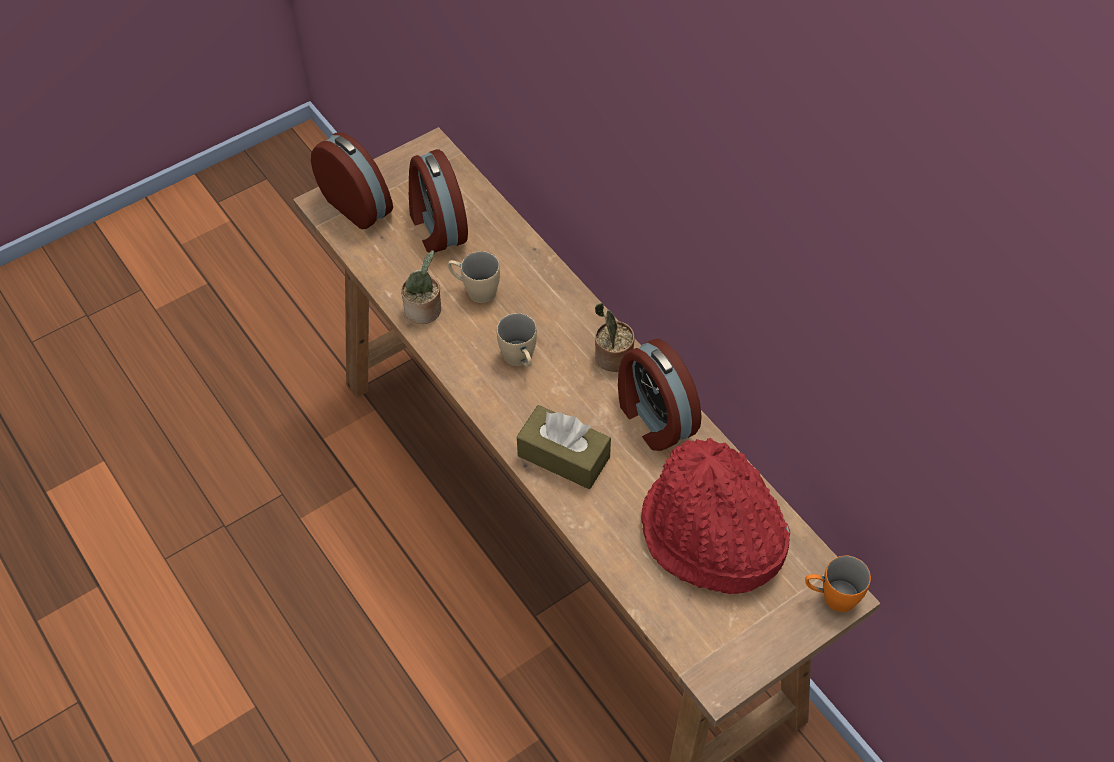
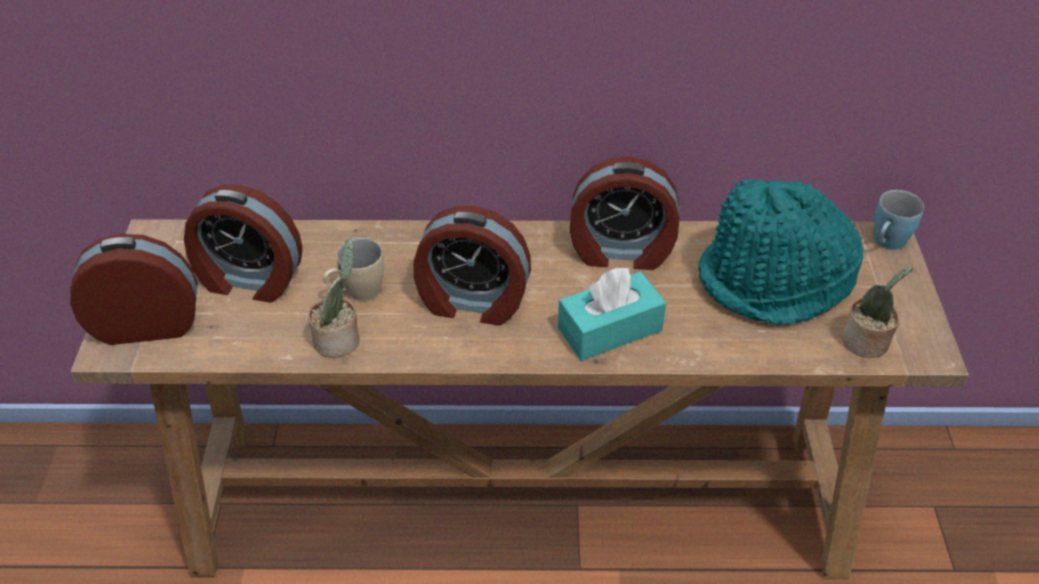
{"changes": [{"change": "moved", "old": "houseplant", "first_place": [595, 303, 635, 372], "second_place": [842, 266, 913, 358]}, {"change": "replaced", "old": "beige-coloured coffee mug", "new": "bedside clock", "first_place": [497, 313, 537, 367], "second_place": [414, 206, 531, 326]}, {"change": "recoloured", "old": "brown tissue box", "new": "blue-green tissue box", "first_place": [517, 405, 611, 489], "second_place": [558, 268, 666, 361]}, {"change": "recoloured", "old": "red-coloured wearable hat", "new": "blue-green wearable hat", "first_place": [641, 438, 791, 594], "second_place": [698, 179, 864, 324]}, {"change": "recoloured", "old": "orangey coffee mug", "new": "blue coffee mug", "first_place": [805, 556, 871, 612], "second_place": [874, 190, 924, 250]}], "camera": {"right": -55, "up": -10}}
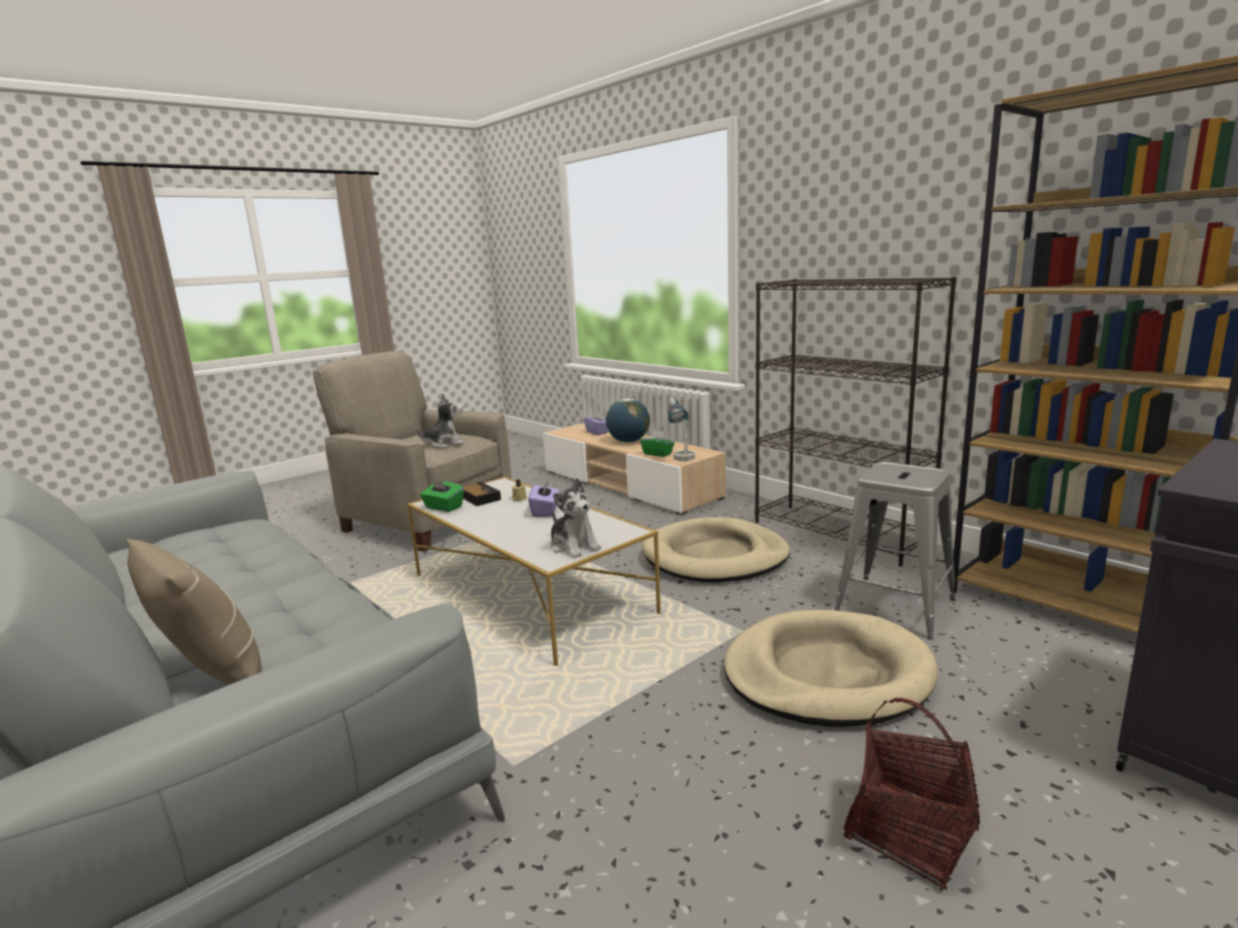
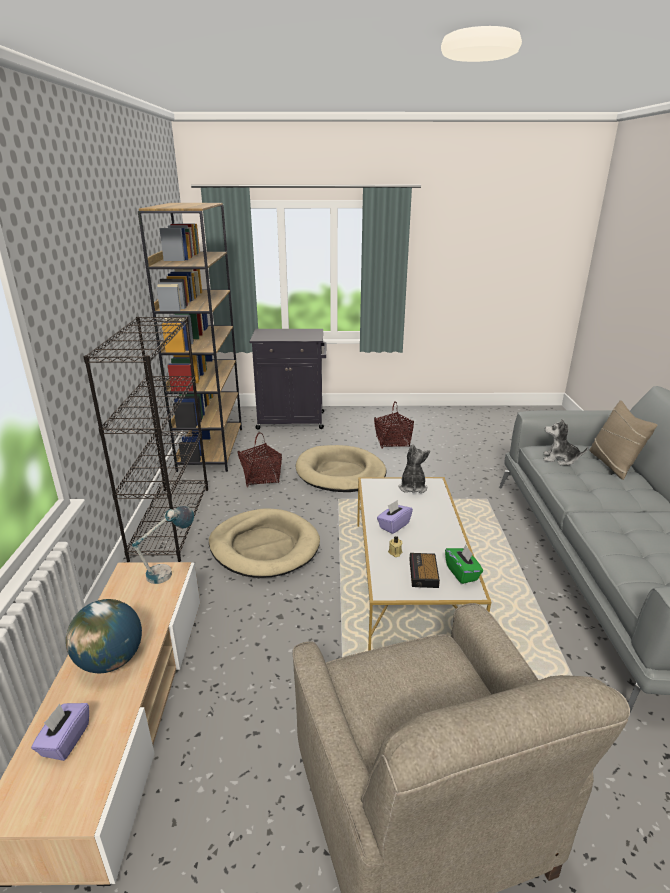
{"changes": [{"change": "removed", "old": "green tissue box", "first_place": [640, 430, 675, 457]}, {"change": "moved", "old": "soft toy", "first_place": [415, 394, 464, 448], "second_place": [544, 419, 588, 465]}, {"change": "replaced", "old": "greyish sitting stool", "new": "household basket", "first_place": [835, 462, 956, 640], "second_place": [238, 432, 282, 488]}], "camera": {"right": -140, "up": 10}}
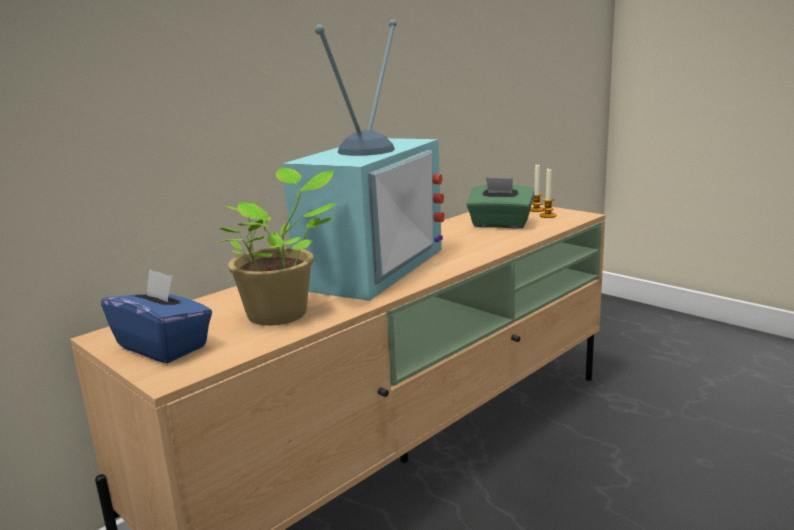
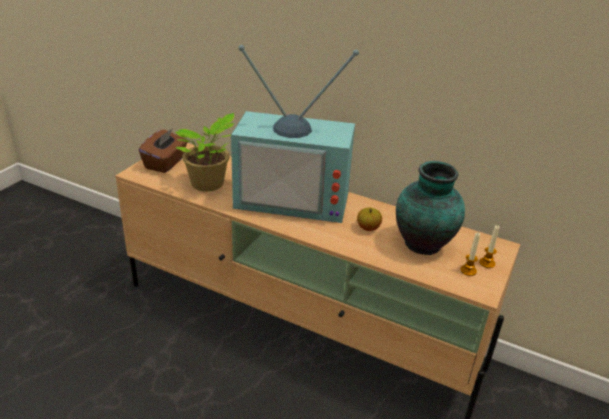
{"changes": [{"change": "added", "new": "apple", "second_place": [357, 208, 382, 231]}, {"change": "replaced", "old": "green tissue box", "new": "flower vase", "first_place": [467, 177, 535, 228], "second_place": [396, 161, 465, 255]}, {"change": "recoloured", "old": "blue tissue box", "new": "brown tissue box", "first_place": [101, 269, 212, 363], "second_place": [139, 128, 187, 173]}], "camera": {"right": 70, "up": 15}}
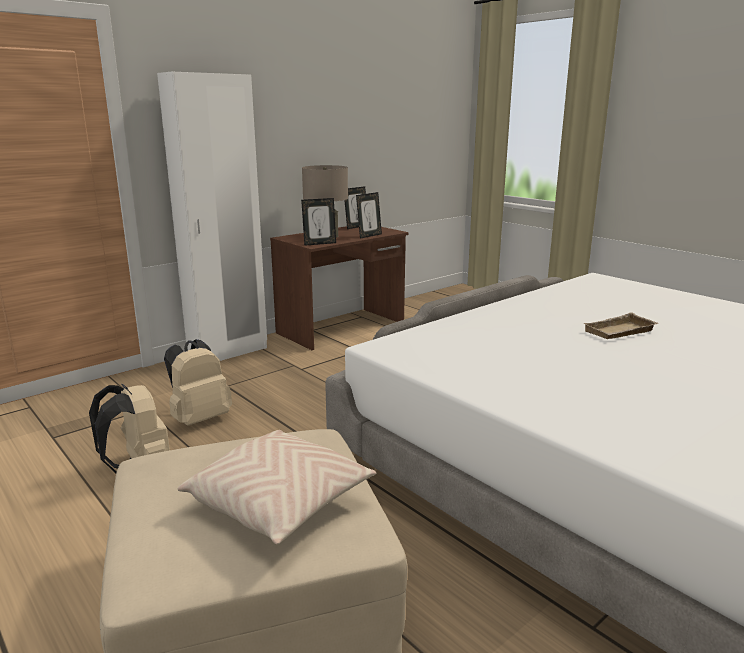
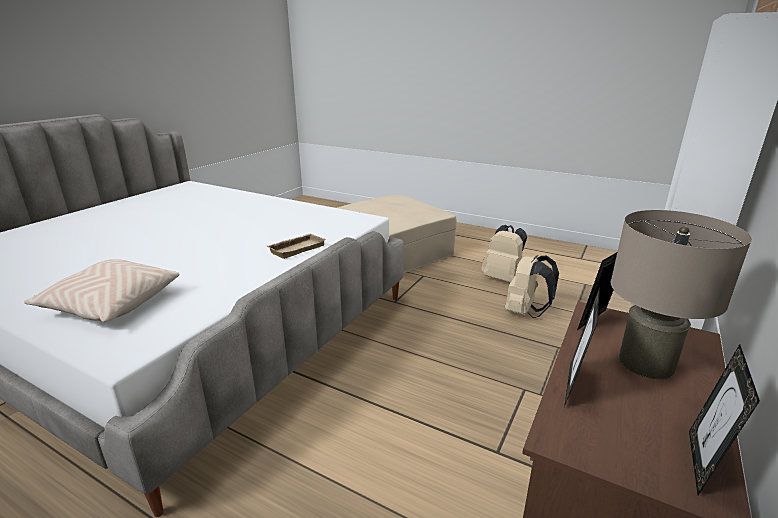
{"changes": [{"change": "moved", "old": "beige-coloured throw pillow", "first_place": [178, 430, 376, 545], "second_place": [24, 259, 180, 322]}, {"change": "moved", "old": "beige-coloured serving tray", "first_place": [583, 312, 658, 339], "second_place": [267, 234, 326, 259]}], "camera": {"right": 160, "up": 5}}
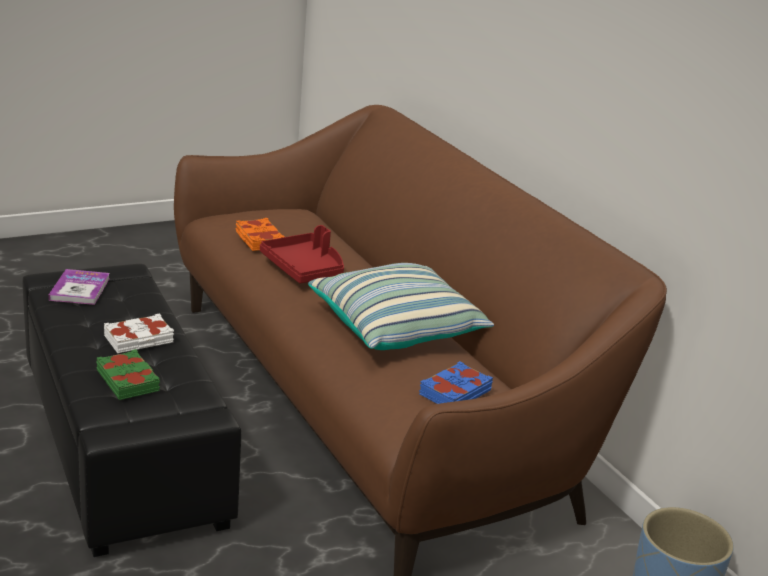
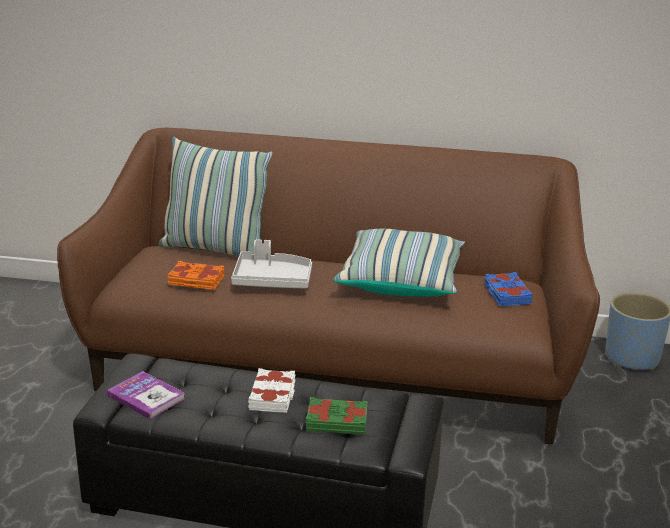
{"changes": [{"change": "added", "new": "throw pillow", "second_place": [158, 137, 273, 256]}, {"change": "recoloured", "old": "red-coloured serving tray", "new": "greyish serving tray", "first_place": [260, 225, 344, 284], "second_place": [231, 239, 312, 289]}], "camera": {"right": -50, "up": 0}}
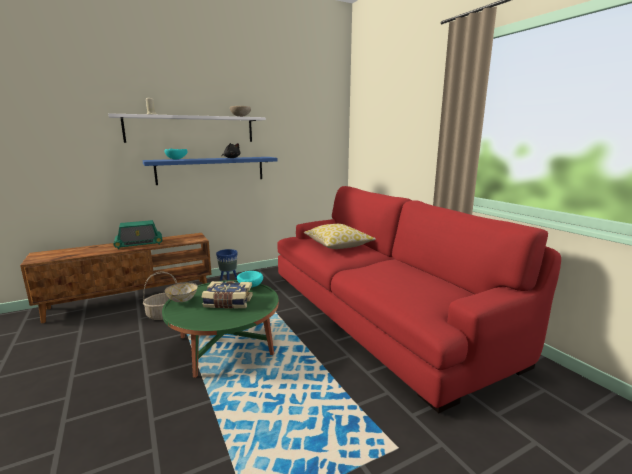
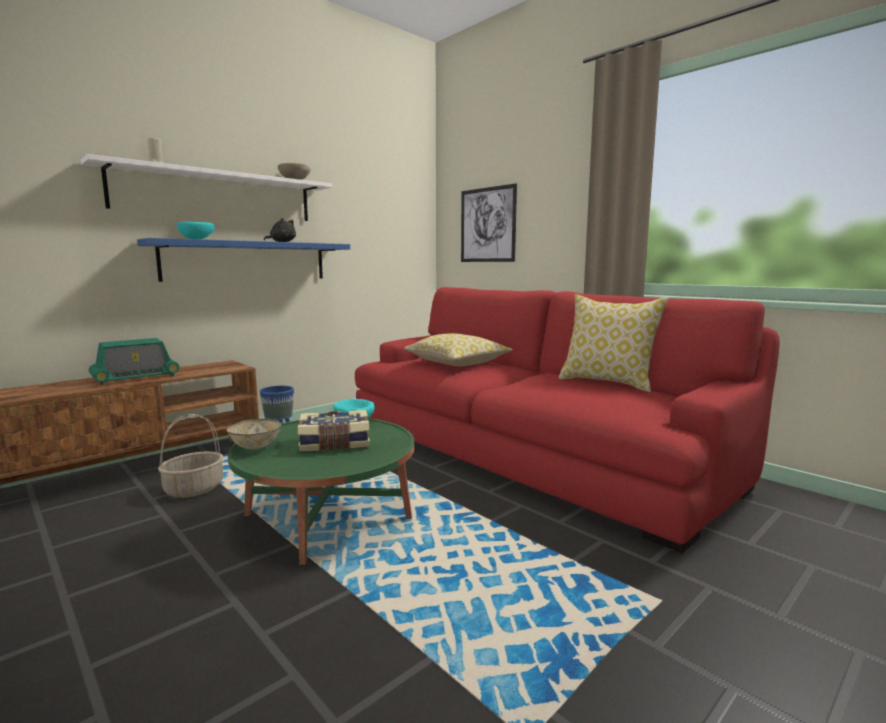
{"changes": [{"change": "added", "new": "wall picture", "second_place": [461, 183, 517, 262]}, {"change": "added", "new": "throw pillow", "second_place": [558, 294, 669, 392]}], "camera": {"right": -15, "up": -5}}
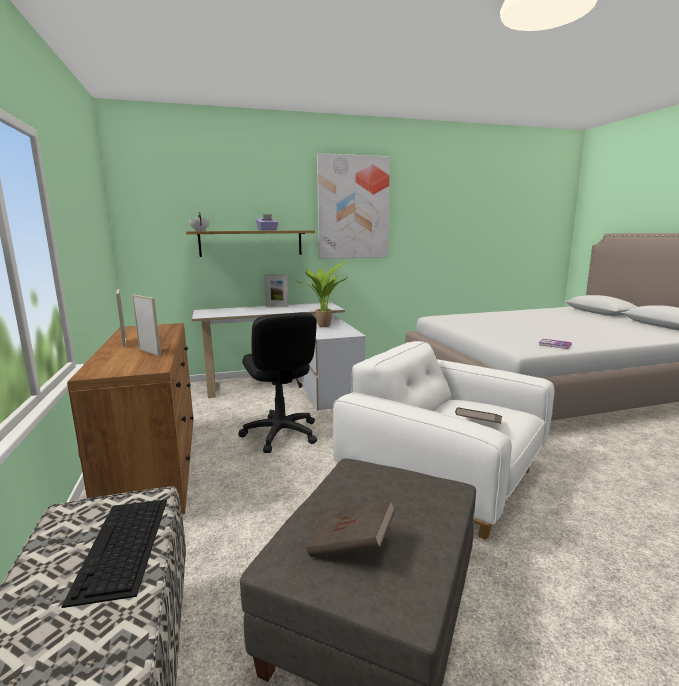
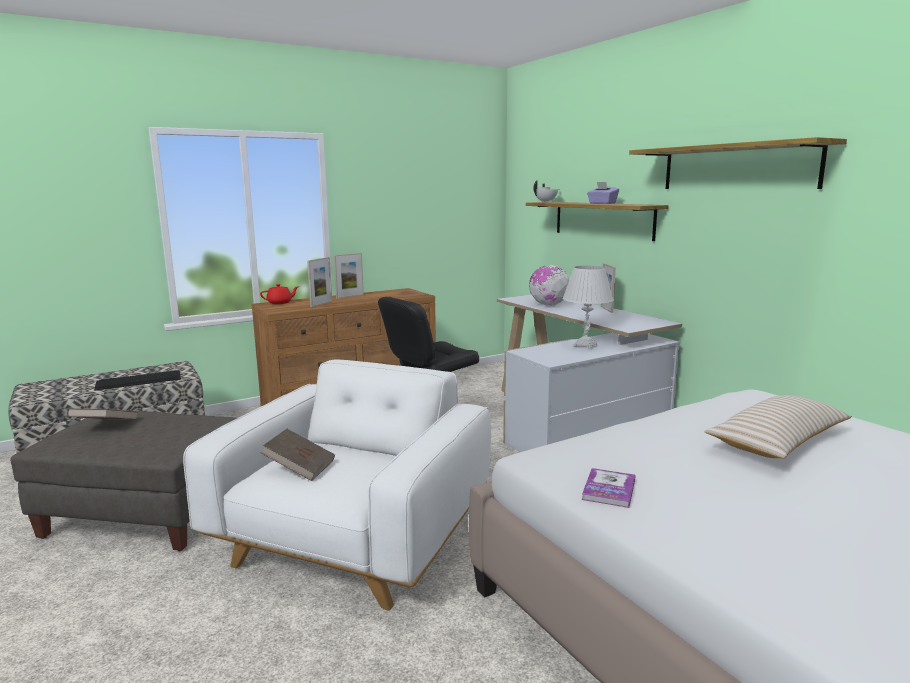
{"changes": [{"change": "added", "new": "red-coloured teapot", "second_place": [260, 284, 299, 304]}, {"change": "added", "new": "globe", "second_place": [529, 265, 569, 306]}, {"change": "added", "new": "beige-coloured throw pillow", "second_place": [704, 395, 852, 459]}, {"change": "replaced", "old": "houseplant", "new": "white table lamp", "first_place": [295, 260, 348, 327], "second_place": [563, 266, 614, 349]}, {"change": "replaced", "old": "wall picture", "new": "wall shelf", "first_place": [317, 153, 390, 259], "second_place": [629, 137, 847, 189]}], "camera": {"right": 75, "up": 0}}
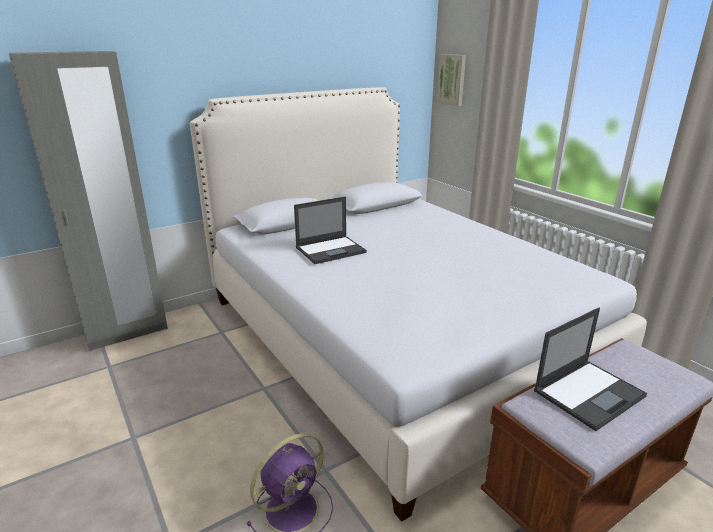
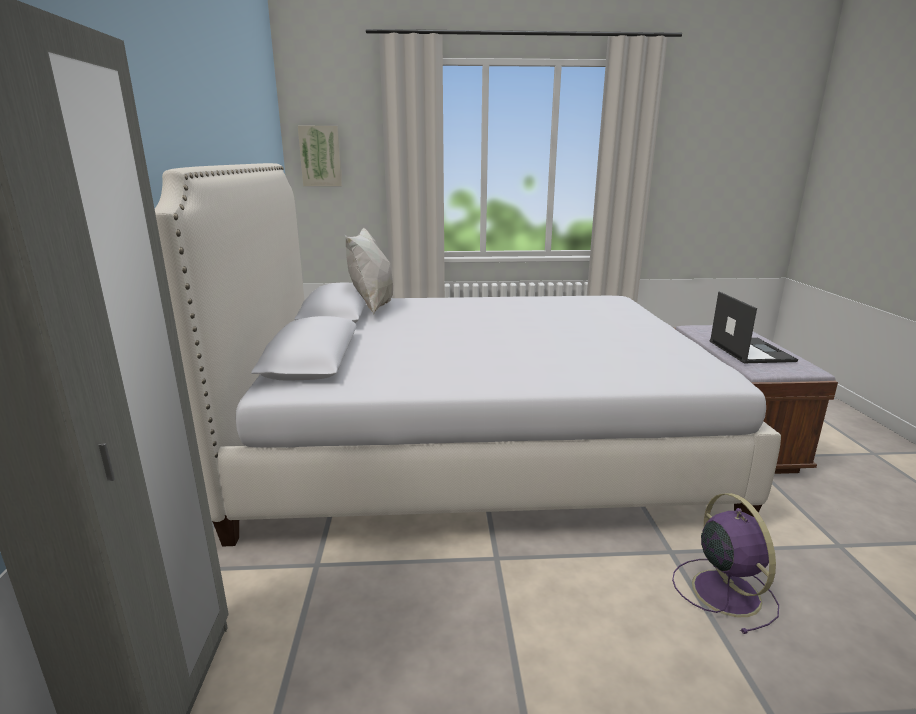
{"changes": [{"change": "removed", "old": "laptop", "first_place": [294, 196, 367, 264]}, {"change": "added", "new": "white throw pillow", "second_place": [345, 228, 393, 314]}], "camera": {"right": -60, "up": -5}}
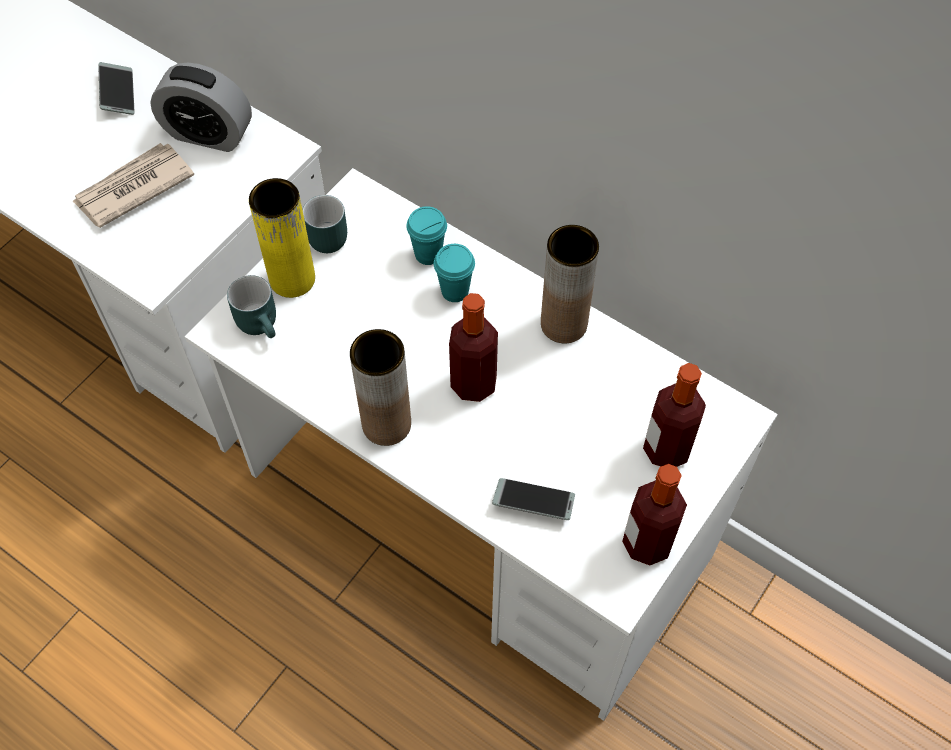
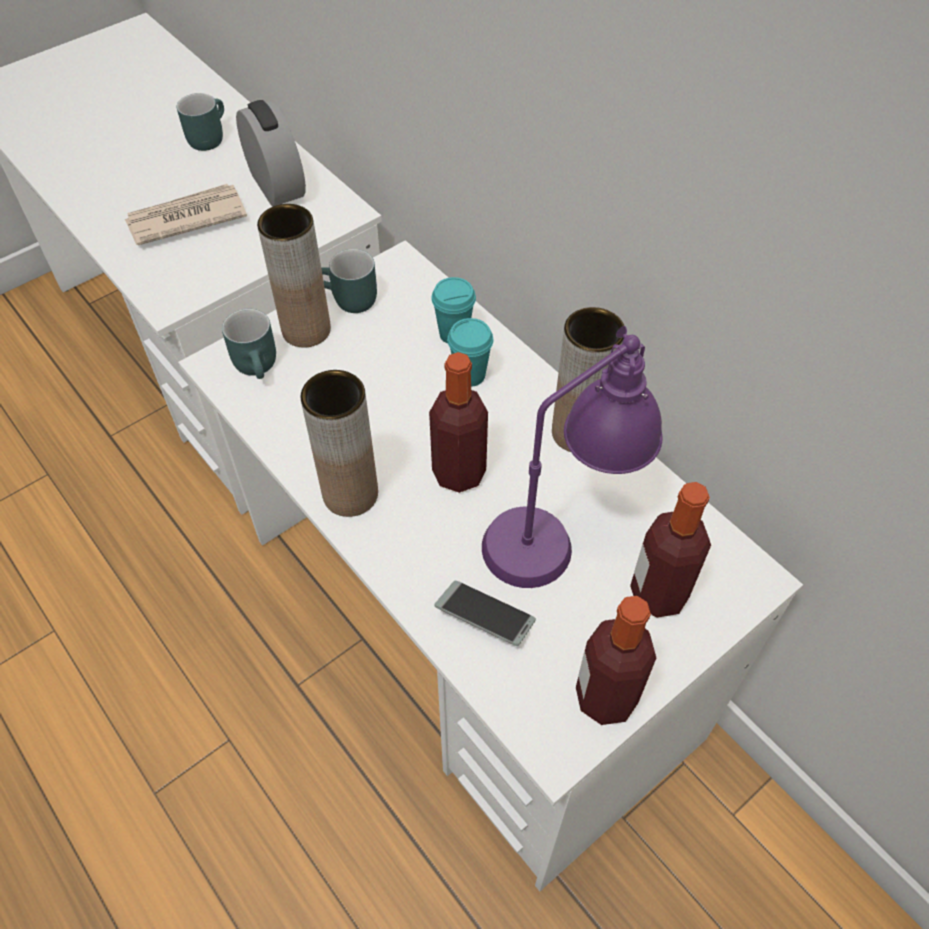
{"changes": [{"change": "added", "new": "purple table lamp", "second_place": [482, 326, 662, 588]}, {"change": "replaced", "old": "phone", "new": "blue-green coffee mug", "first_place": [98, 62, 135, 115], "second_place": [177, 93, 224, 151]}, {"change": "recoloured", "old": "yellowish flower vase", "new": "brown flower vase", "first_place": [249, 178, 315, 298], "second_place": [257, 204, 331, 348]}, {"change": "turned", "old": "bedside clock", "first_place": [150, 63, 252, 152], "second_place": [236, 100, 306, 207], "degrees": -150}], "camera": {"right": 15, "up": -5}}
